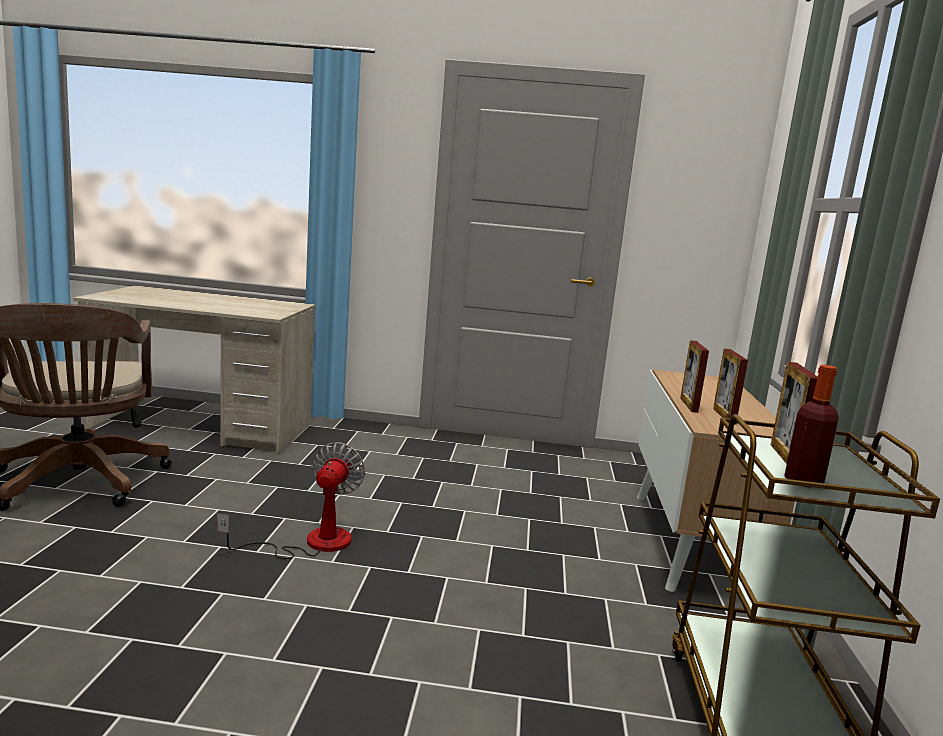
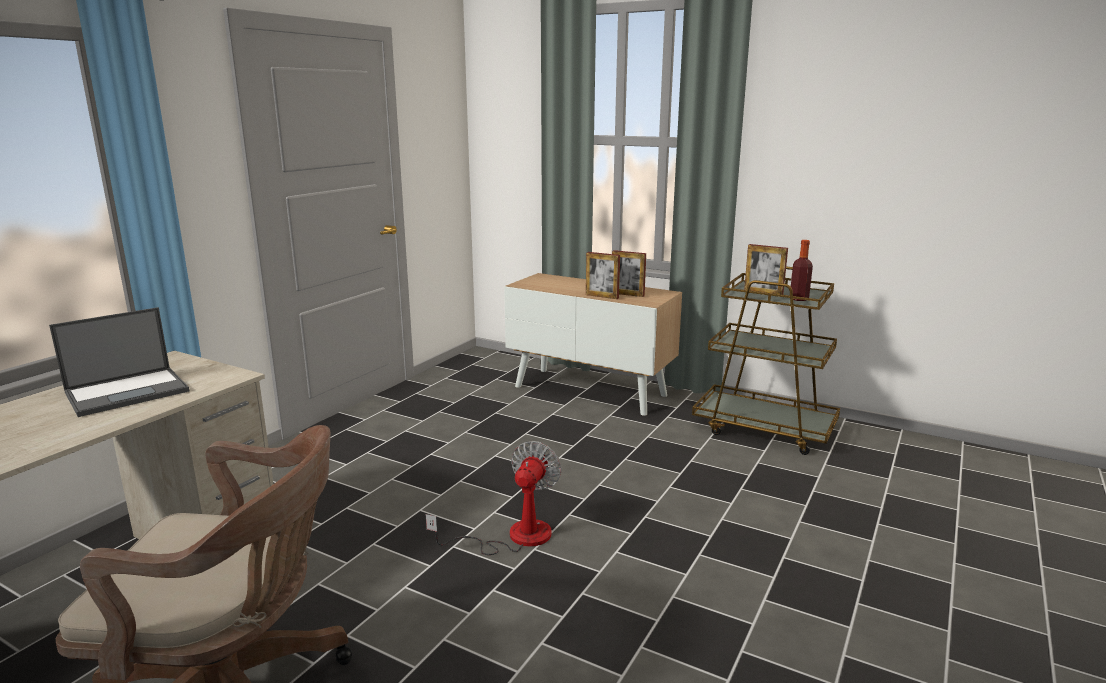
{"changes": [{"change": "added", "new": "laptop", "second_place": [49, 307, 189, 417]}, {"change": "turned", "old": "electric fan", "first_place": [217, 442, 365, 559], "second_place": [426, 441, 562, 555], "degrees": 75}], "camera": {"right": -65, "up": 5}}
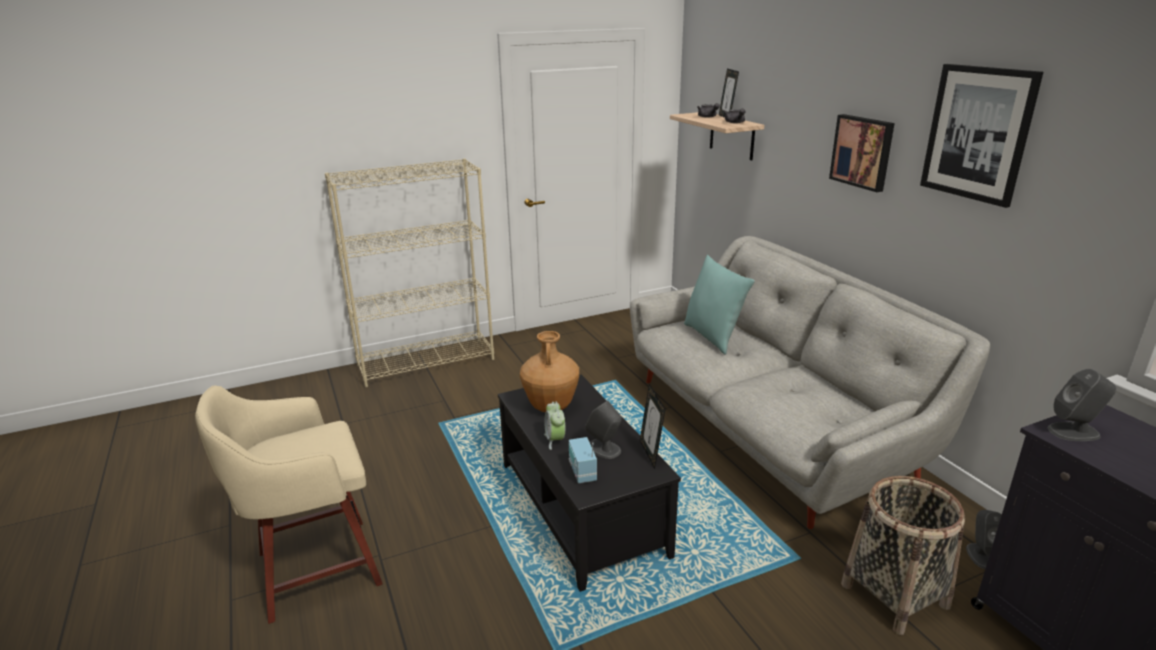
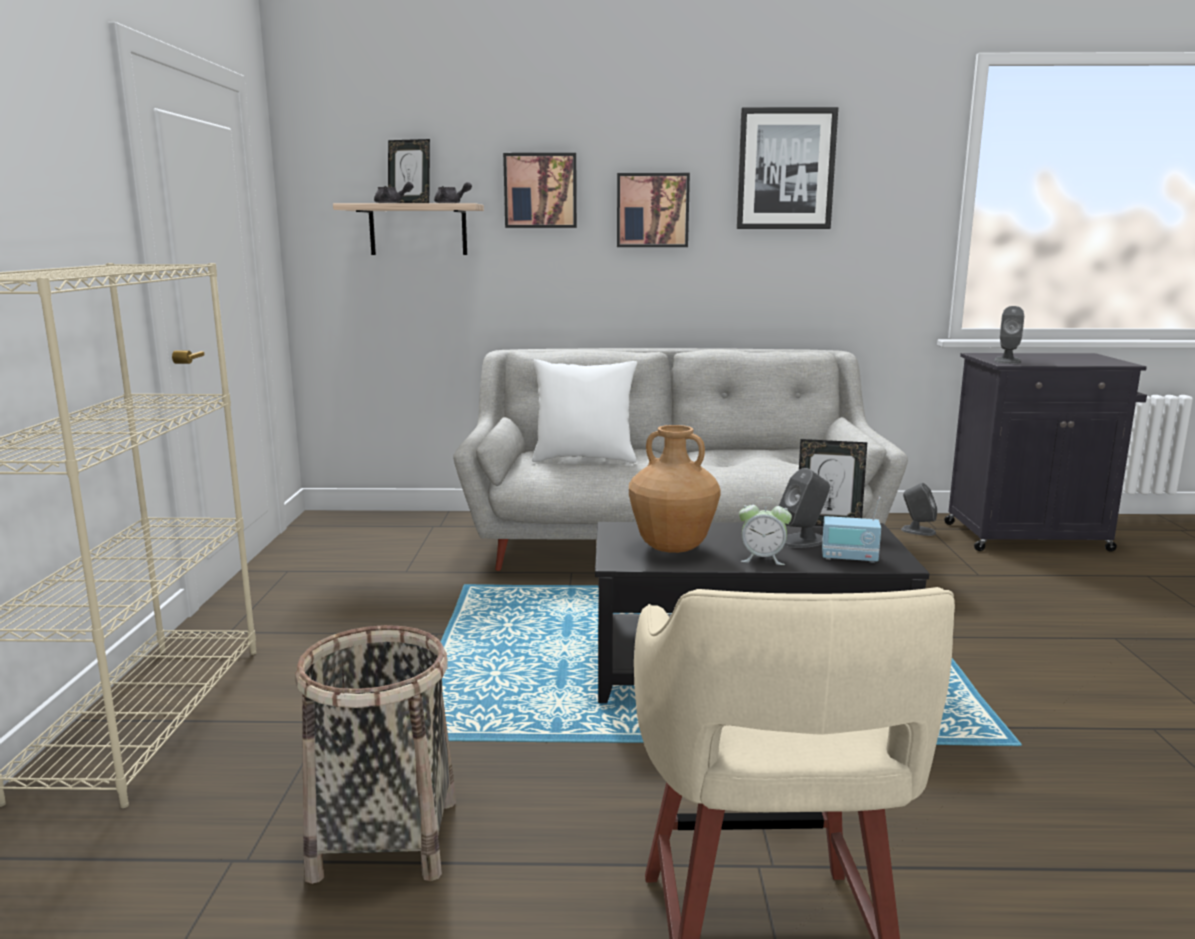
{"changes": [{"change": "added", "new": "wall picture", "second_place": [503, 153, 577, 228]}, {"change": "moved", "old": "household basket", "first_place": [841, 476, 966, 635], "second_place": [295, 625, 456, 884]}, {"change": "recoloured", "old": "blue-green throw pillow", "new": "white throw pillow", "first_place": [684, 254, 755, 355], "second_place": [532, 359, 637, 463]}], "camera": {"right": -65, "up": -10}}
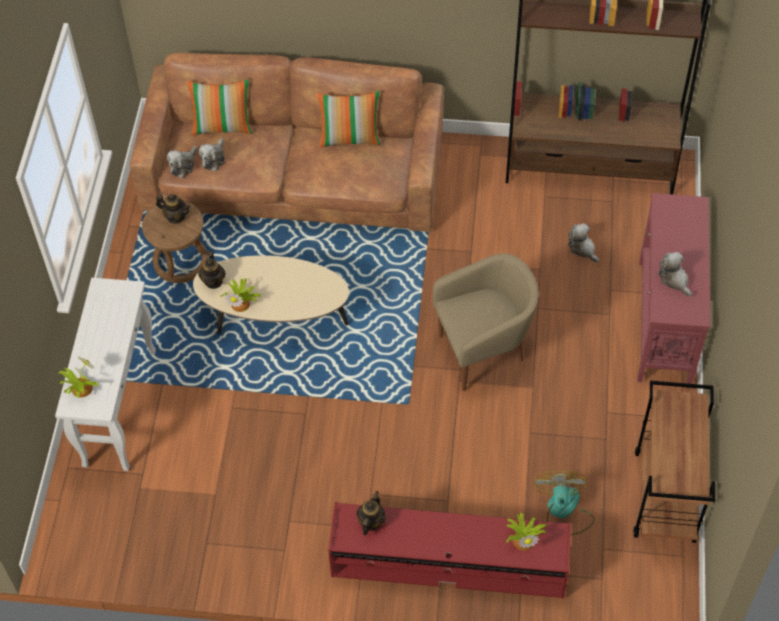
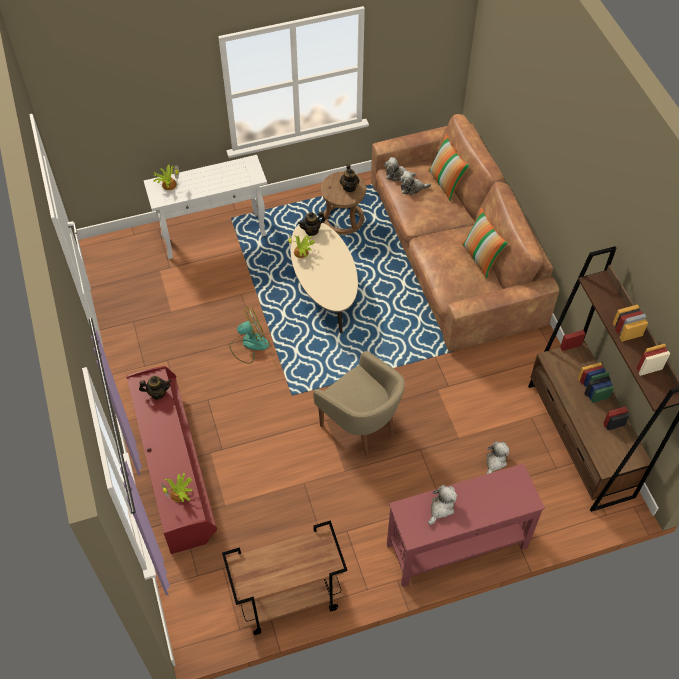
{"changes": [{"change": "moved", "old": "electric fan", "first_place": [534, 471, 595, 535], "second_place": [229, 306, 269, 364]}], "camera": {"right": 65, "up": 0}}
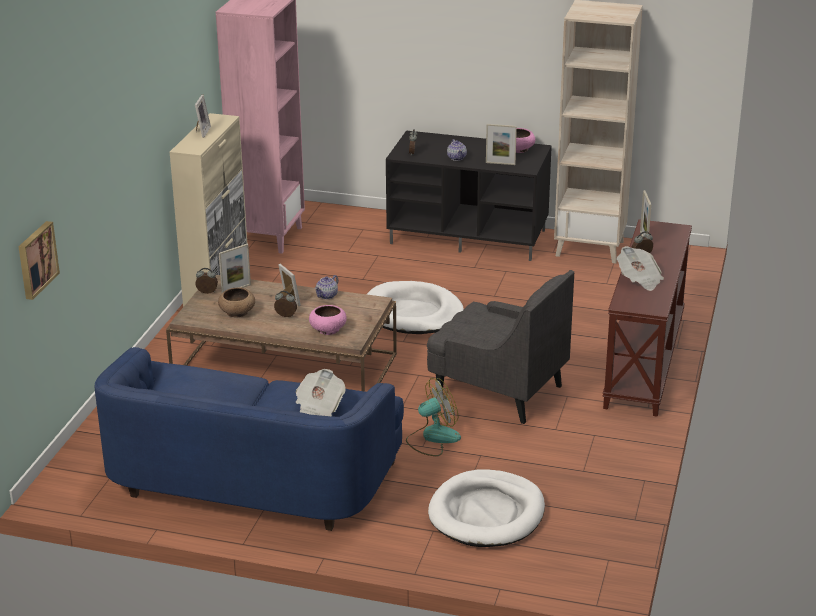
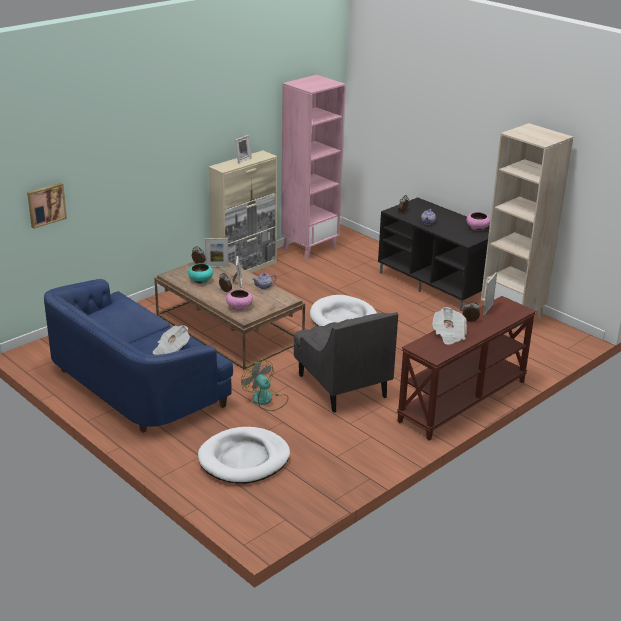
{"changes": [{"change": "removed", "old": "standing frame", "first_place": [486, 124, 517, 165]}, {"change": "recoloured", "old": "brown deep dish", "new": "blue-green deep dish", "first_place": [218, 287, 255, 318], "second_place": [188, 263, 213, 284]}, {"change": "turned", "old": "electric fan", "first_place": [406, 378, 461, 456], "second_place": [241, 360, 288, 411], "degrees": -135}], "camera": {"right": 30, "up": 0}}
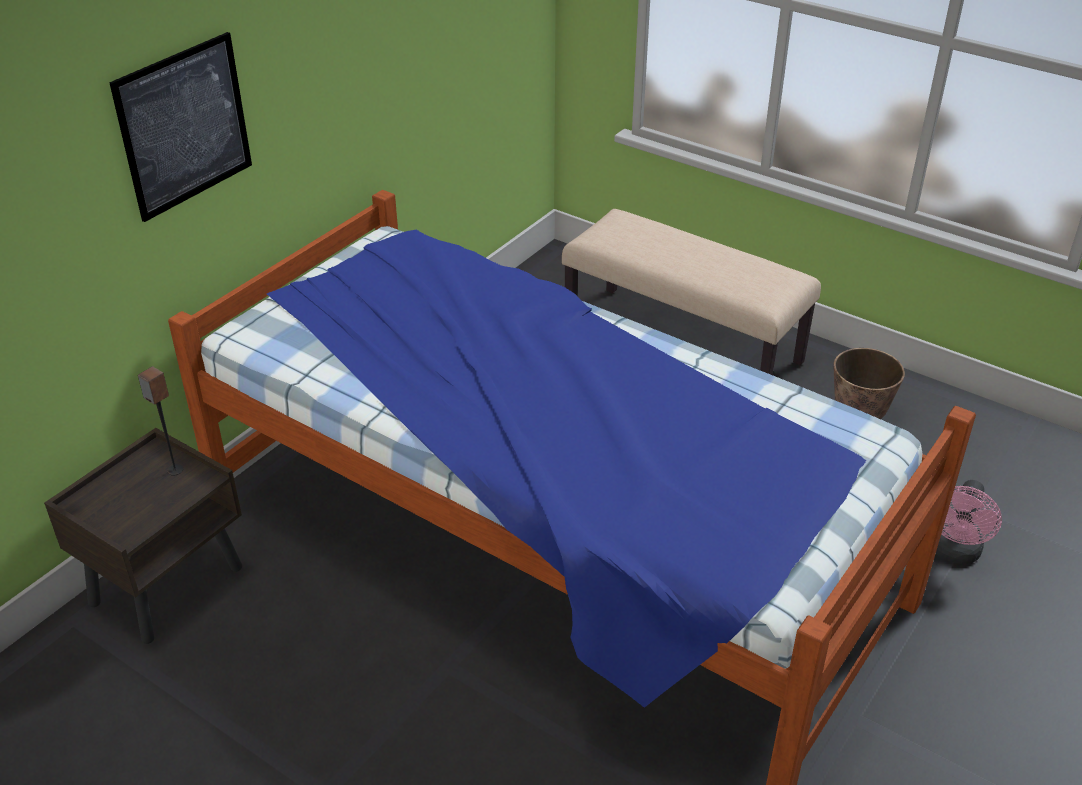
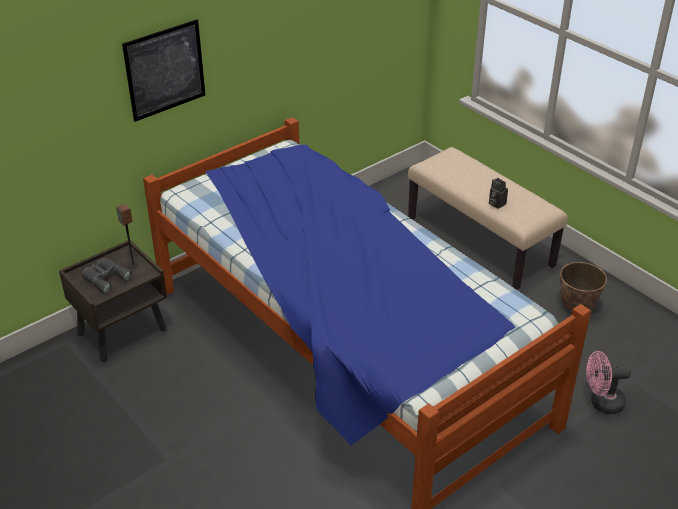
{"changes": [{"change": "added", "new": "greyish pair of binoculars", "second_place": [81, 258, 132, 294]}, {"change": "added", "new": "photo camera", "second_place": [489, 178, 508, 209]}, {"change": "turned", "old": "pinkish electric fan", "first_place": [936, 480, 1002, 564], "second_place": [586, 351, 631, 414], "degrees": 45}], "camera": {"right": 15, "up": 0}}
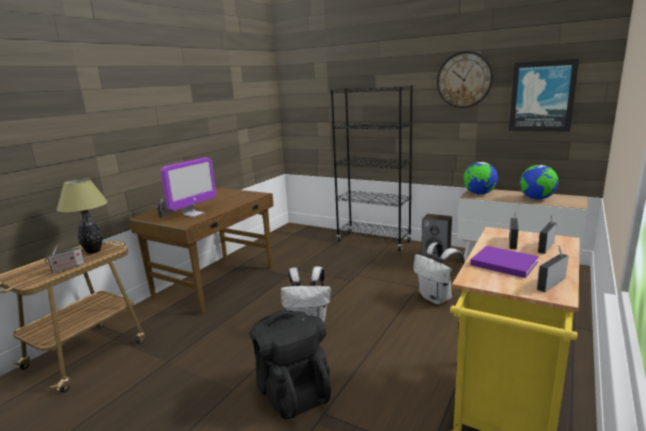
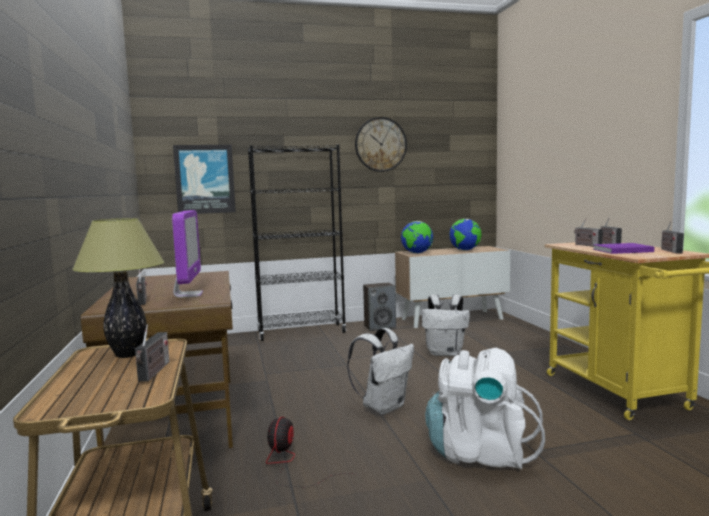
{"changes": [{"change": "added", "new": "electric fan", "second_place": [266, 417, 352, 488]}, {"change": "moved", "old": "wall picture", "first_place": [509, 59, 579, 132], "second_place": [173, 145, 236, 214]}, {"change": "recoloured", "old": "black-coloured backpack", "new": "white backpack", "first_place": [250, 310, 331, 419], "second_place": [425, 348, 545, 469]}], "camera": {"right": -45, "up": -10}}
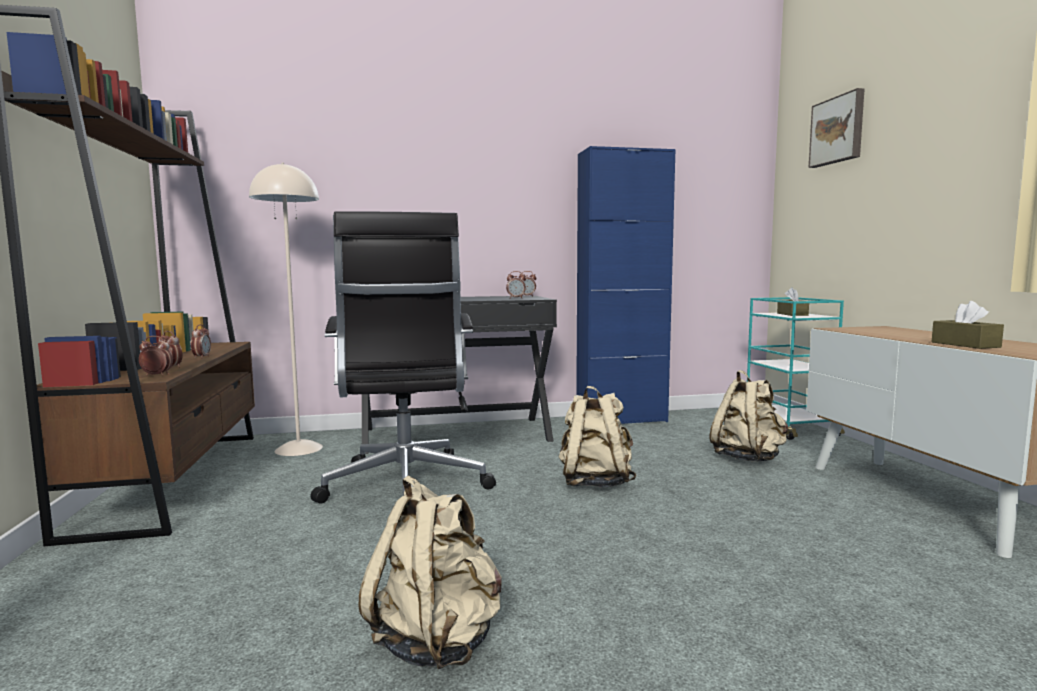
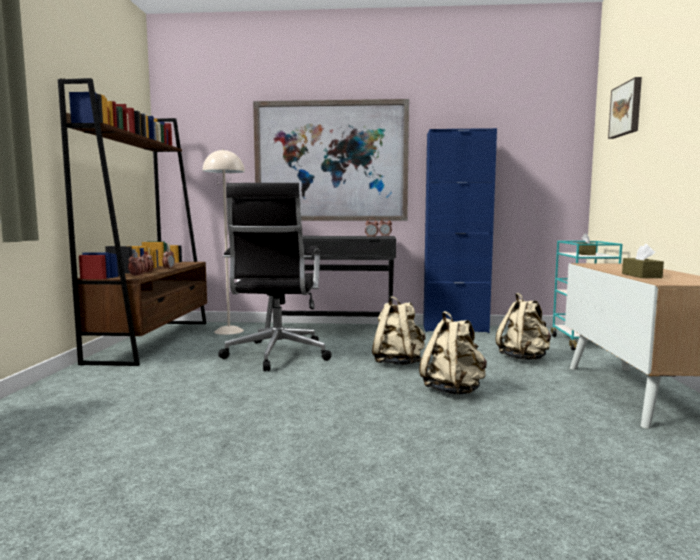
{"changes": [{"change": "added", "new": "wall picture", "second_place": [253, 99, 409, 221]}, {"change": "moved", "old": "beige-coloured backpack", "first_place": [358, 475, 502, 669], "second_place": [419, 311, 487, 395]}], "camera": {"right": 15, "up": 0}}
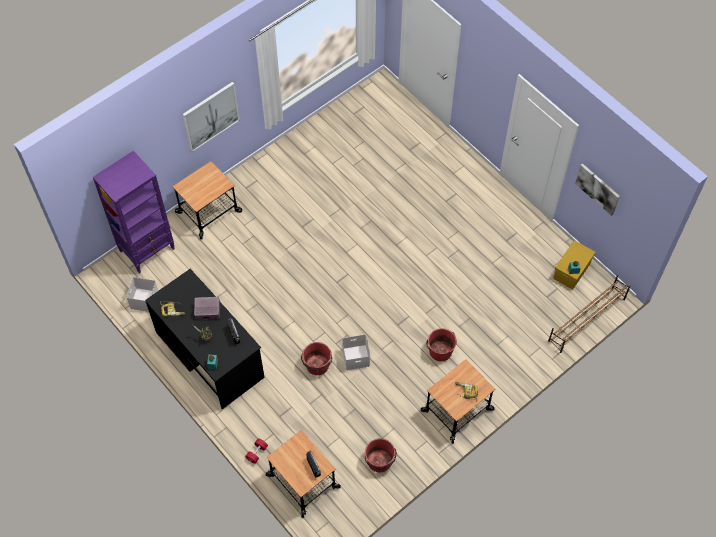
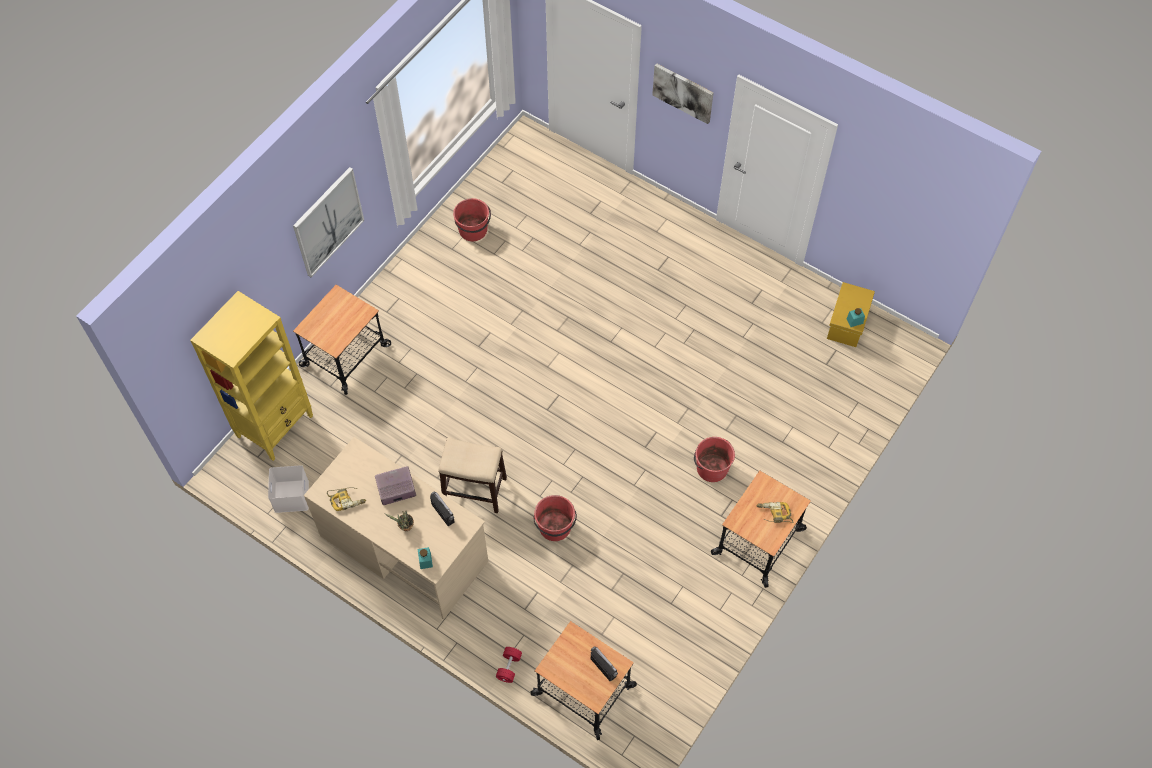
{"changes": [{"change": "removed", "old": "white storage container", "first_place": [342, 334, 370, 370]}, {"change": "removed", "old": "brown shoe shelf", "first_place": [548, 275, 631, 353]}, {"change": "added", "new": "sitting stool", "second_place": [439, 438, 507, 513]}, {"change": "moved", "old": "red-coloured water bucket", "first_place": [365, 438, 397, 472], "second_place": [453, 198, 491, 241]}, {"change": "moved", "old": "wall picture", "first_place": [575, 163, 620, 216], "second_place": [652, 63, 714, 124]}, {"change": "recoloured", "old": "purple shelving unit", "new": "yellowish shelving unit", "first_place": [93, 151, 175, 273], "second_place": [190, 291, 313, 461]}, {"change": "recoloured", "old": "black-coloured desk unit", "new": "beige-coloured desk unit", "first_place": [145, 269, 265, 409], "second_place": [304, 437, 489, 620]}], "camera": {"right": -15, "up": 0}}
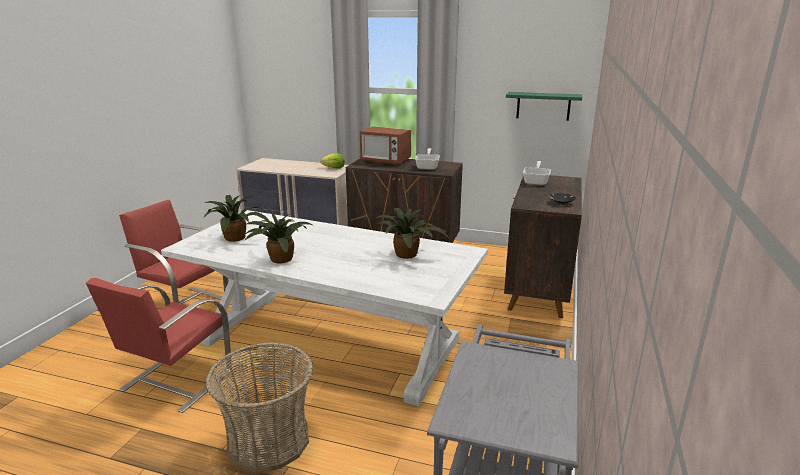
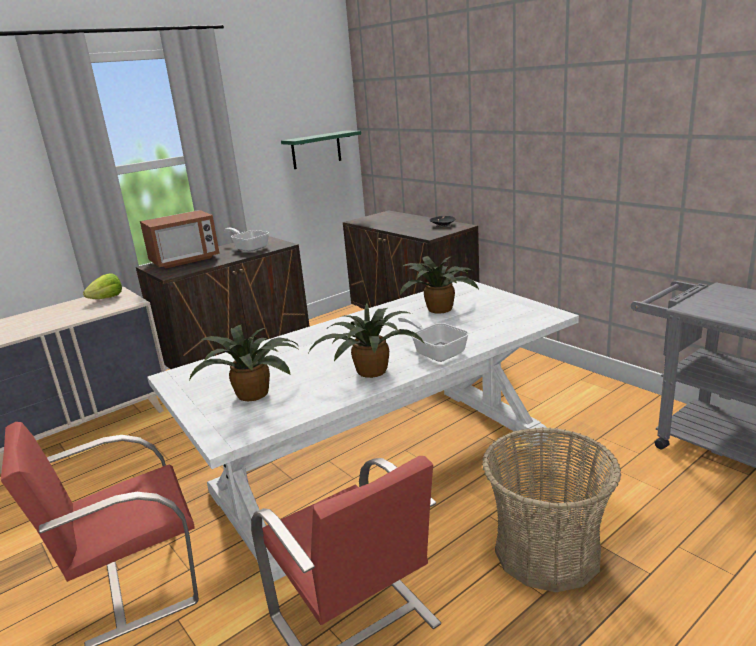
{"changes": [{"change": "moved", "old": "frying pan", "first_place": [523, 161, 551, 185], "second_place": [398, 316, 469, 362]}], "camera": {"right": -55, "up": 0}}
